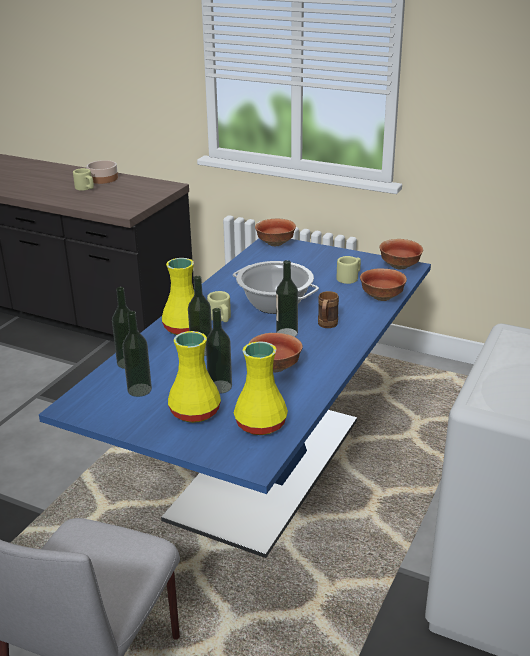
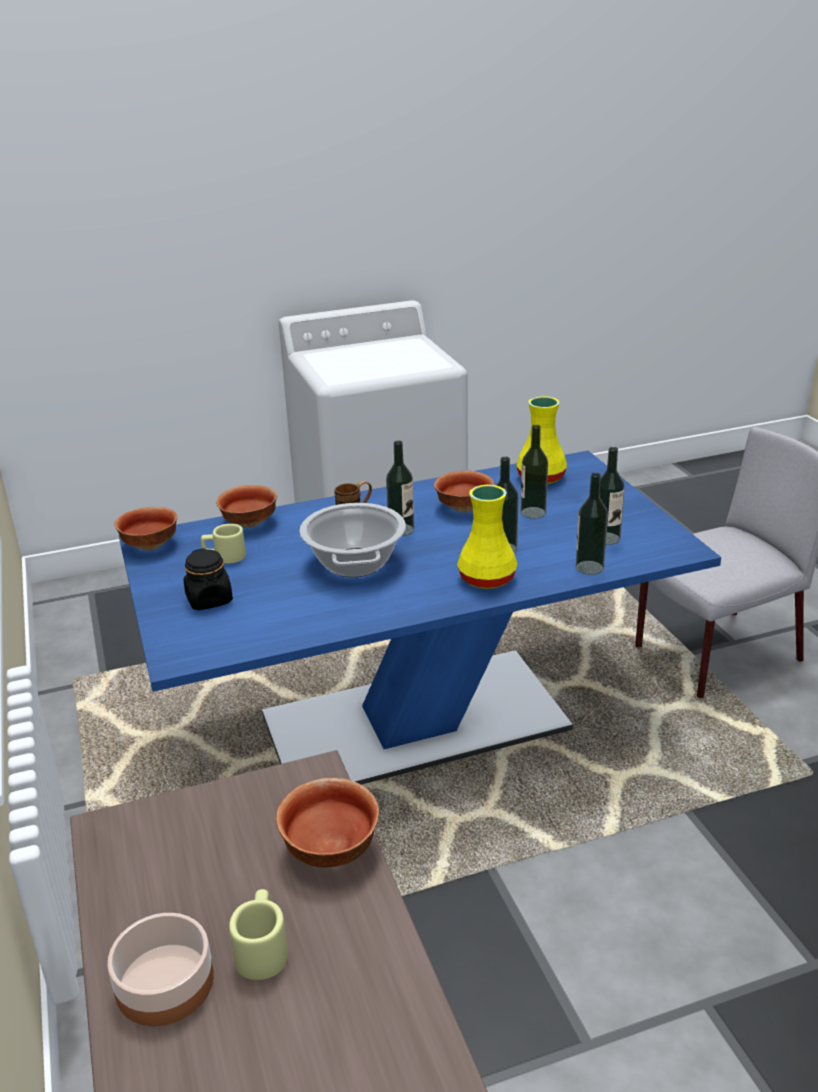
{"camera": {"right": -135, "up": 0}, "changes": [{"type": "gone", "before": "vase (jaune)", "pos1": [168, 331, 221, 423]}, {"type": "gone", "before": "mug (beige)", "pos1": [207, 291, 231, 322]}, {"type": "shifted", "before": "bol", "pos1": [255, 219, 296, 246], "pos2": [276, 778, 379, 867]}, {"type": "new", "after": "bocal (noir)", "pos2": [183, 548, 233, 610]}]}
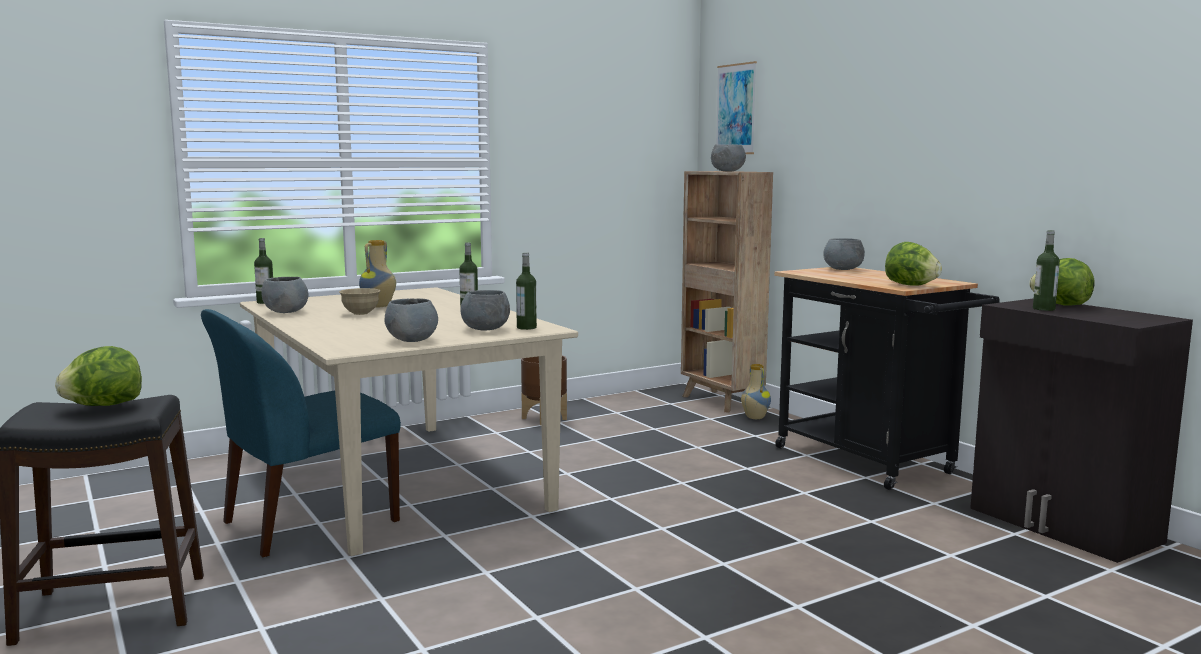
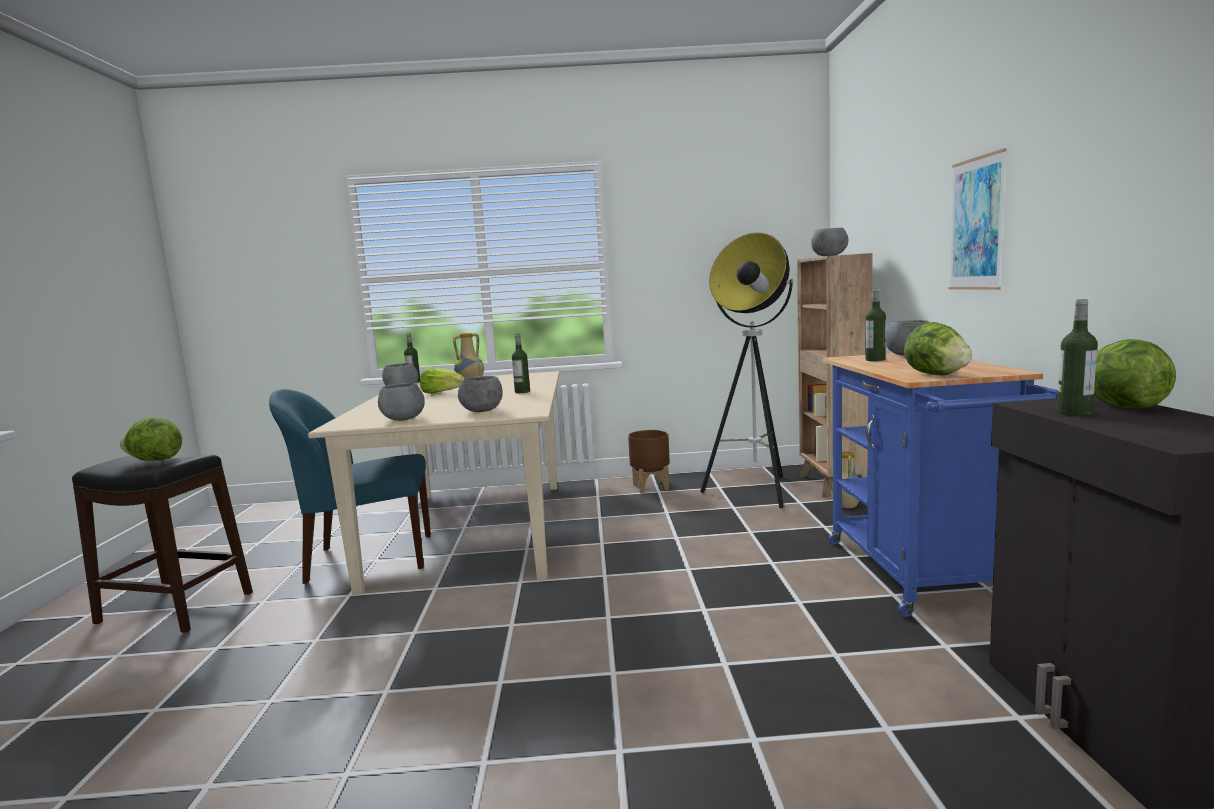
{"camera": {"right": 30, "up": 0}, "changes": [{"type": "swapped", "before": "bol (beige)", "after": "laitue", "pos1": [339, 288, 381, 315], "pos2": [420, 367, 465, 394]}, {"type": "shifted", "before": "bouteille", "pos1": [516, 252, 537, 330], "pos2": [865, 288, 886, 361]}, {"type": "shifted", "before": "tableau", "pos1": [716, 61, 757, 154], "pos2": [949, 148, 1007, 290]}, {"type": "repainted", "before": "chariot (noir)", "after": "chariot (bleu)", "pos1": [774, 267, 1000, 490], "pos2": [823, 353, 1058, 617]}, {"type": "new", "after": "lampadaire", "pos2": [700, 233, 794, 508]}]}
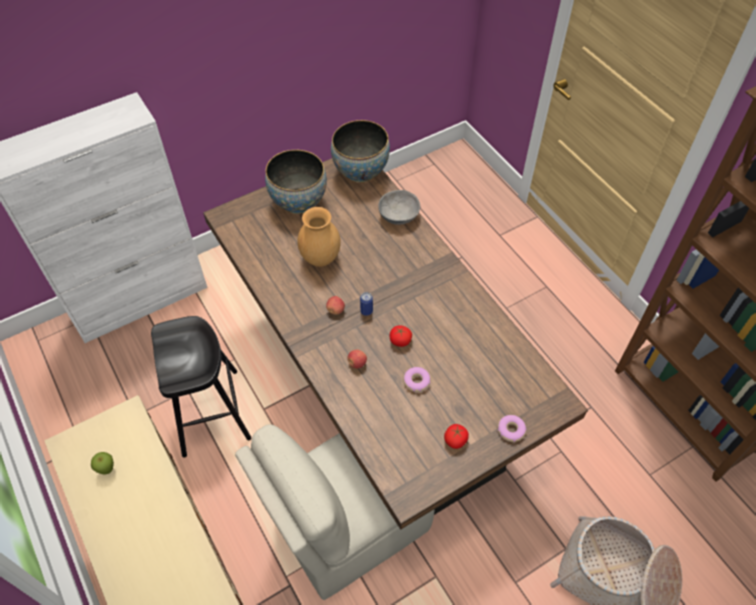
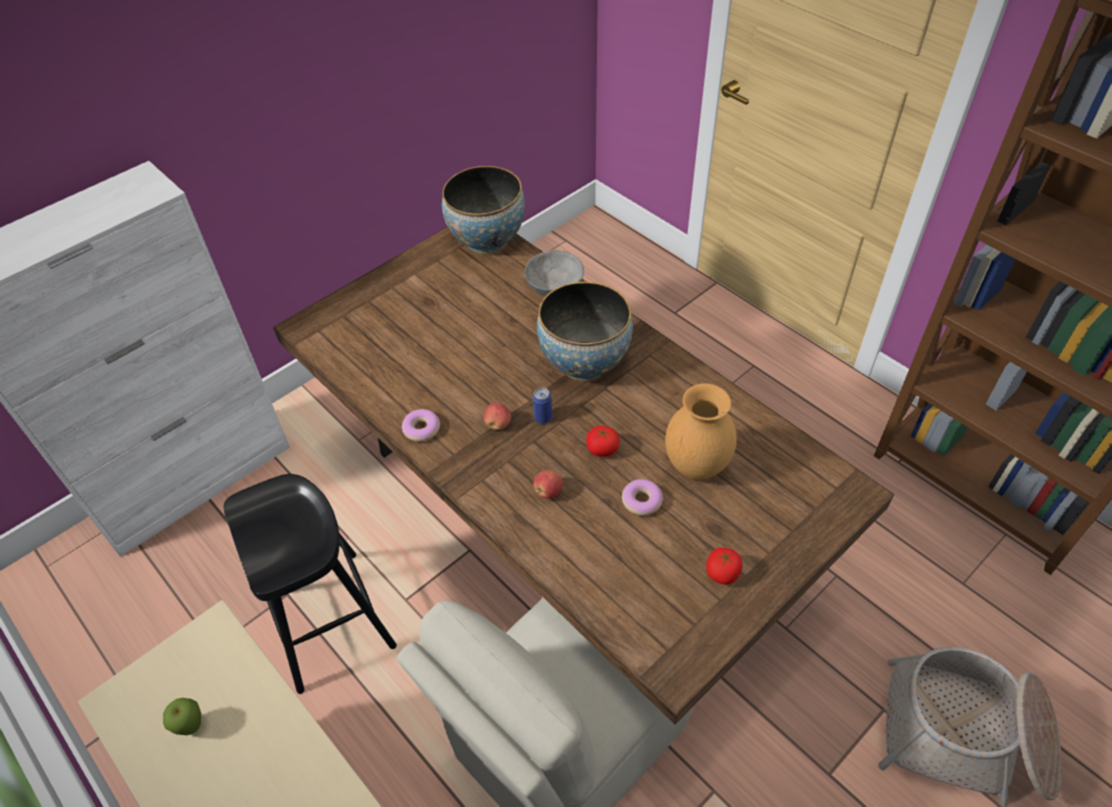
{"camera": {"right": -10, "up": -5}, "changes": [{"type": "shifted", "before": "bol", "pos1": [265, 150, 327, 214], "pos2": [537, 282, 633, 381]}, {"type": "shifted", "before": "vase (marron)", "pos1": [297, 207, 341, 267], "pos2": [665, 383, 737, 480]}, {"type": "shifted", "before": "beignet", "pos1": [497, 415, 527, 442], "pos2": [402, 409, 441, 442]}]}
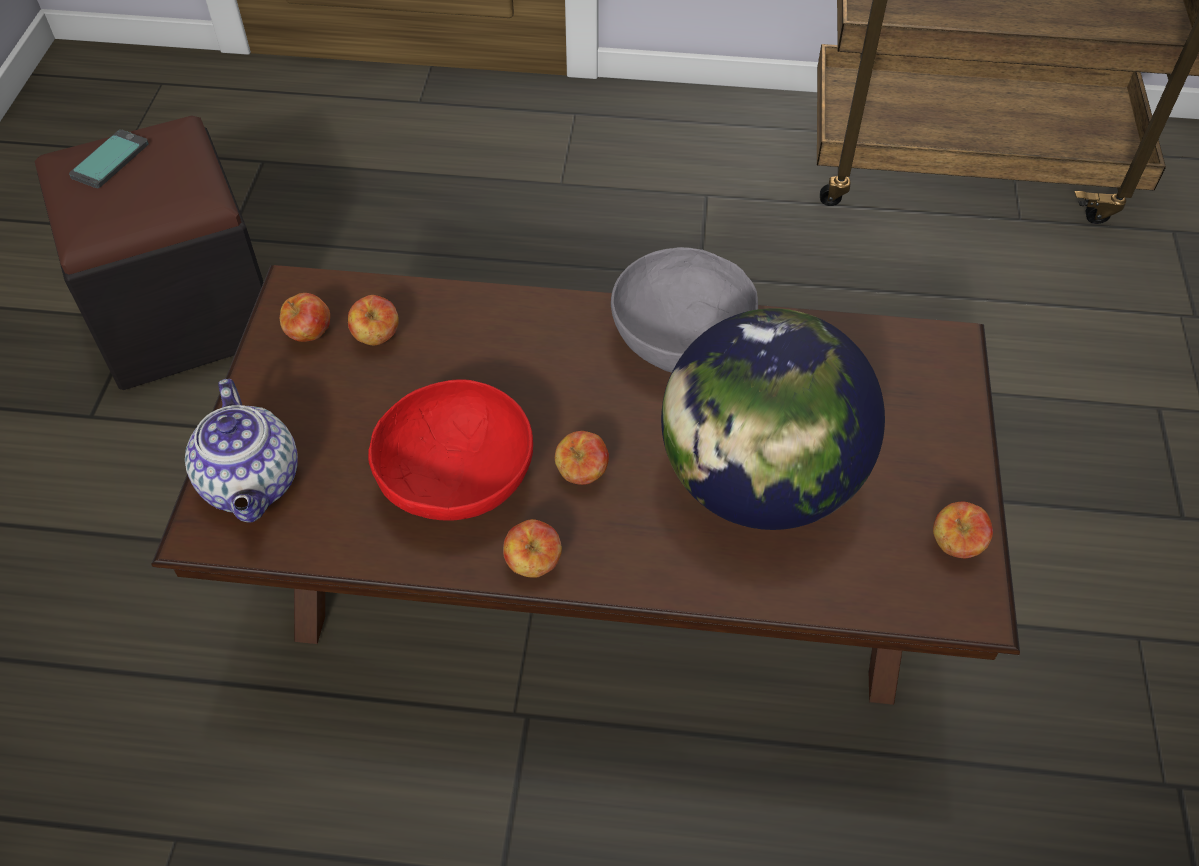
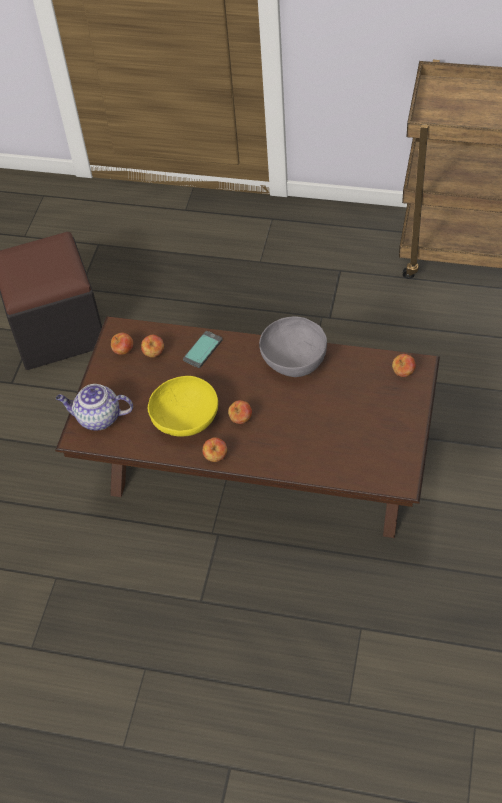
{"camera": {"right": 10, "up": 0}, "changes": [{"type": "shifted", "before": "téléphone", "pos1": [69, 130, 149, 188], "pos2": [183, 331, 222, 368]}, {"type": "rotated", "before": "théière", "pos1": [185, 379, 298, 523], "pos2": [56, 384, 133, 431], "turn": 105}, {"type": "repainted", "before": "bol (rouge)", "after": "bol (jaune)", "pos1": [368, 379, 533, 521], "pos2": [148, 376, 218, 437]}, {"type": "gone", "before": "globe", "pos1": [661, 308, 885, 530]}, {"type": "shifted", "before": "pomme", "pos1": [933, 502, 993, 559], "pos2": [392, 354, 416, 377]}]}
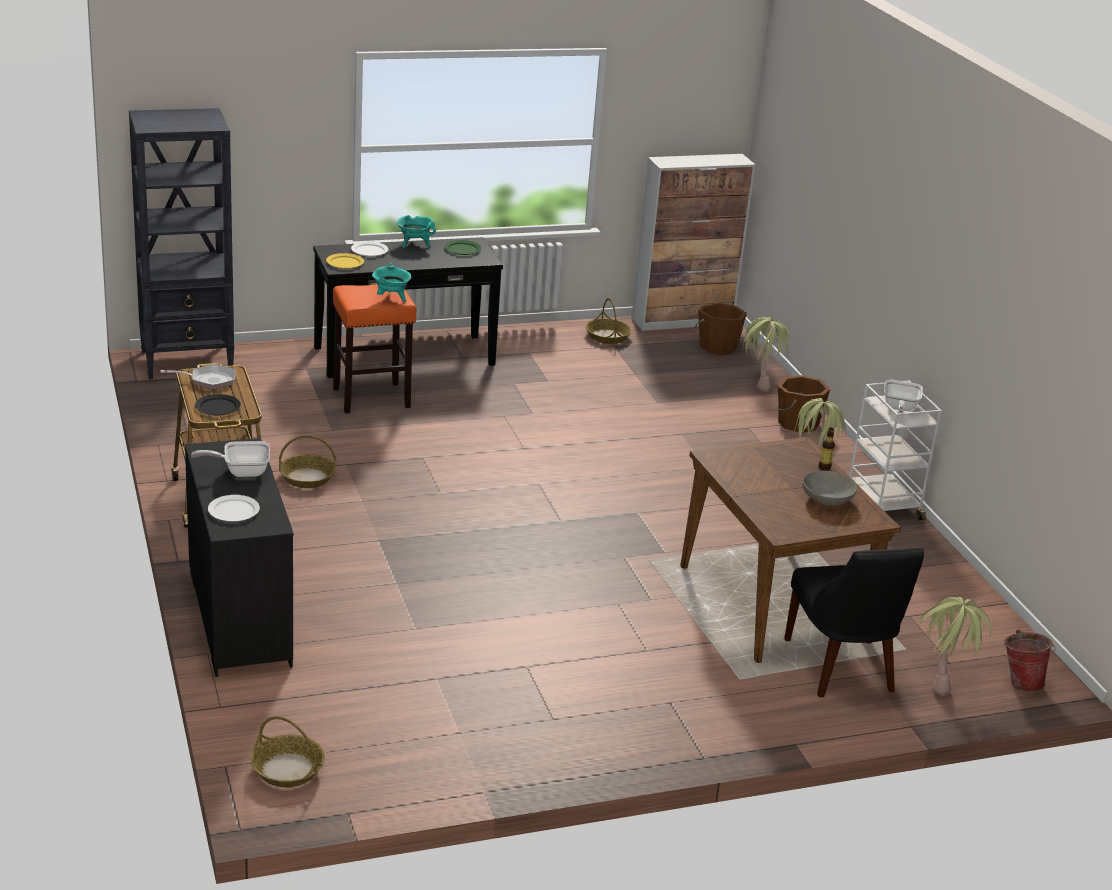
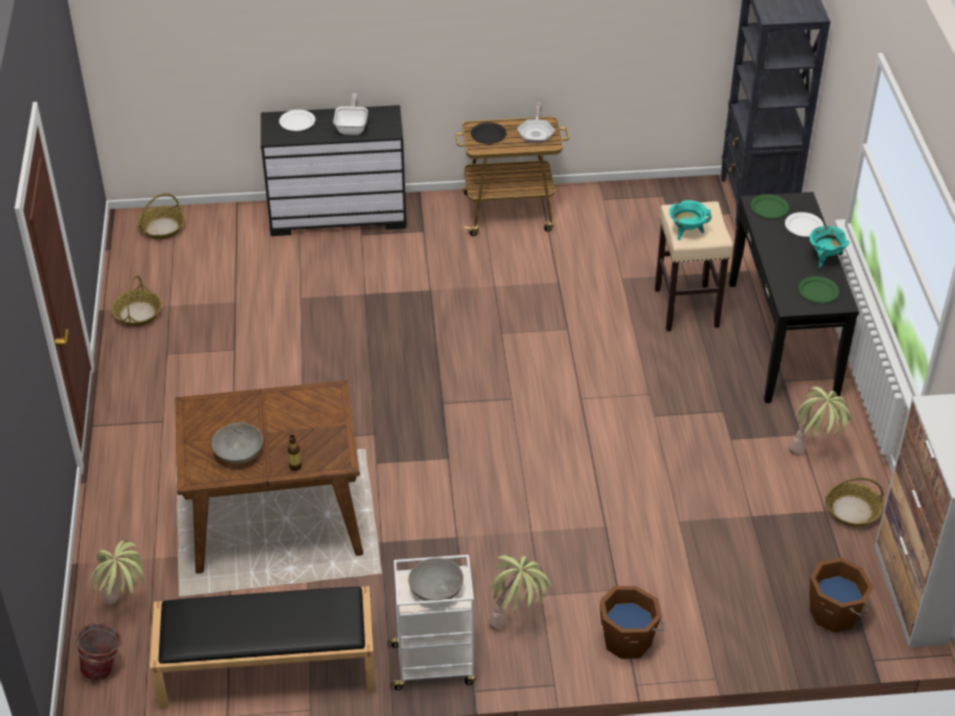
{"camera": {"right": 105, "up": 15}, "changes": [{"type": "shifted", "before": "panier", "pos1": [279, 435, 336, 488], "pos2": [111, 275, 162, 326]}, {"type": "repainted", "before": "assiette (jaune)", "after": "assiette (vert)", "pos1": [326, 253, 364, 269], "pos2": [751, 194, 789, 218]}, {"type": "repainted", "before": "tabouret (orange)", "after": "tabouret (beige)", "pos1": [333, 284, 416, 414], "pos2": [655, 201, 733, 331]}, {"type": "shifted", "before": "plante en pot", "pos1": [741, 317, 790, 392], "pos2": [788, 387, 852, 454]}, {"type": "gone", "before": "chaise (noir)", "pos1": [784, 548, 924, 697]}, {"type": "swapped", "before": "poêle", "after": "bol (gris)", "pos1": [884, 379, 923, 413], "pos2": [408, 558, 464, 601]}, {"type": "new", "after": "banc (noir)", "pos2": [150, 586, 376, 709]}]}
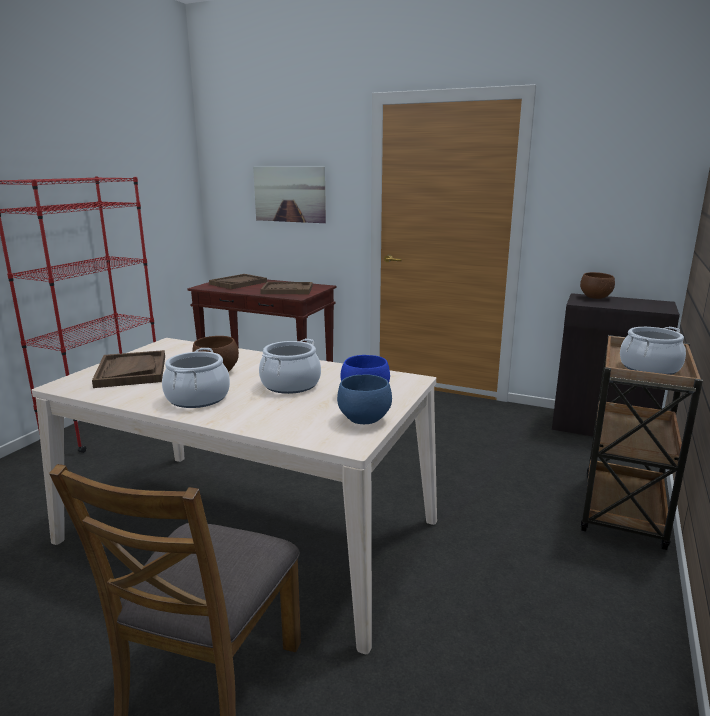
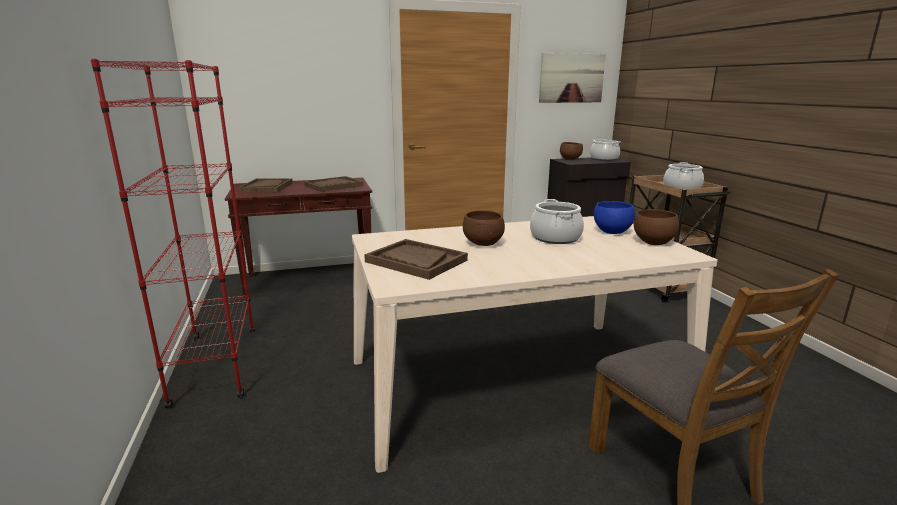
{"camera": {"right": -40, "up": 0}, "changes": [{"type": "shifted", "before": "marmite", "pos1": [162, 348, 230, 408], "pos2": [590, 139, 620, 161]}, {"type": "shifted", "before": "tableau", "pos1": [253, 167, 326, 223], "pos2": [539, 53, 606, 103]}, {"type": "repainted", "before": "bol (bleu)", "after": "bol (marron)", "pos1": [337, 374, 392, 424], "pos2": [634, 209, 679, 245]}]}
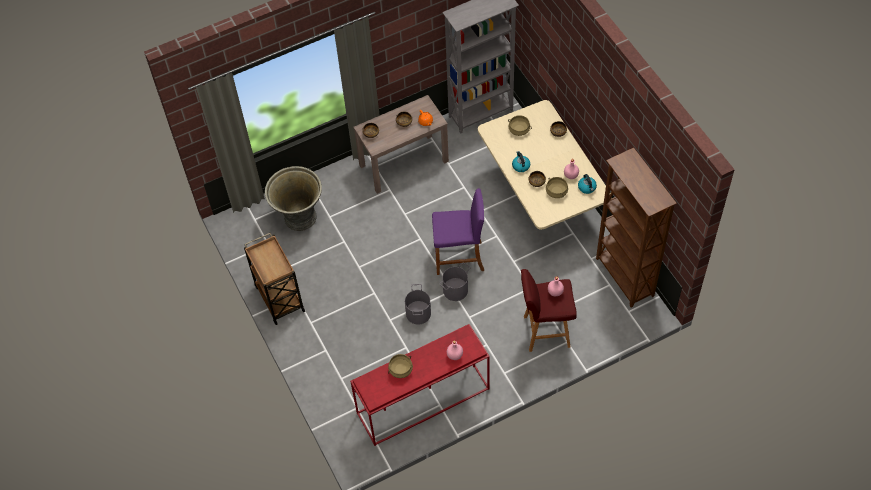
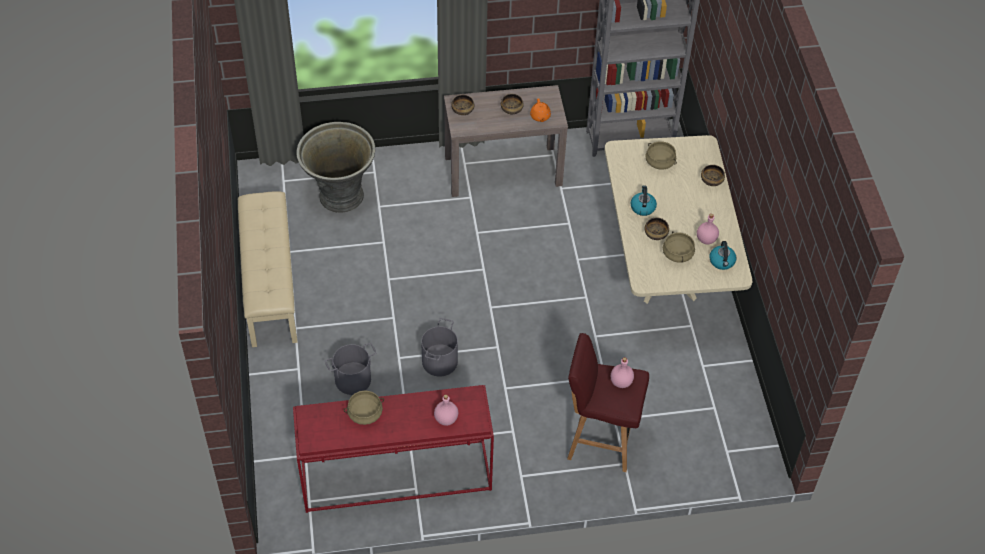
{"camera": {"right": 15, "up": -5}, "changes": [{"type": "swapped", "before": "chariot (marron)", "after": "banc (beige)", "pos1": [244, 233, 305, 325], "pos2": [238, 191, 298, 347]}, {"type": "gone", "before": "tabouret (violet)", "pos1": [432, 188, 484, 275]}, {"type": "shifted", "before": "seau (gris)", "pos1": [440, 262, 470, 301], "pos2": [325, 343, 376, 395]}, {"type": "gone", "before": "bibliothèque (marron)", "pos1": [596, 148, 677, 308]}]}
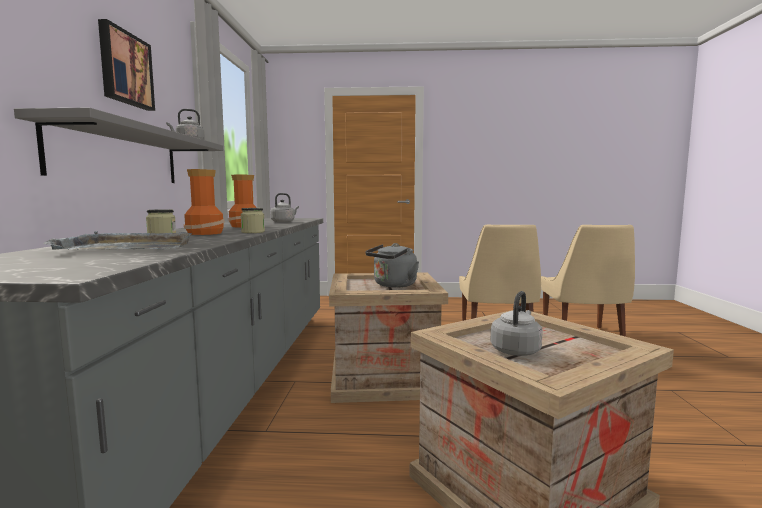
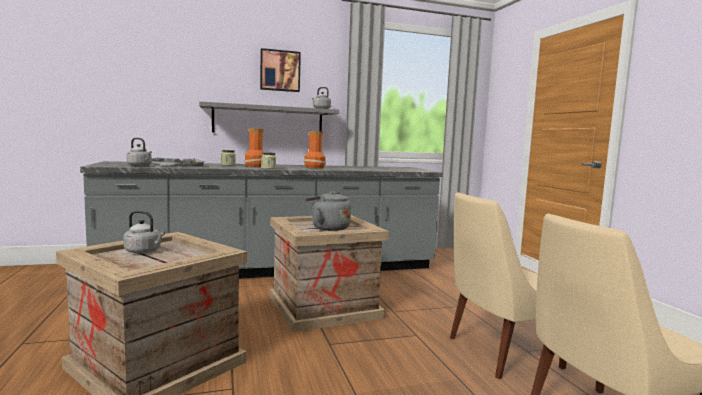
{"camera": {"right": 70, "up": 0}, "changes": [{"type": "shifted", "before": "bouilloire (gris)", "pos1": [270, 193, 299, 223], "pos2": [126, 138, 152, 166]}]}
